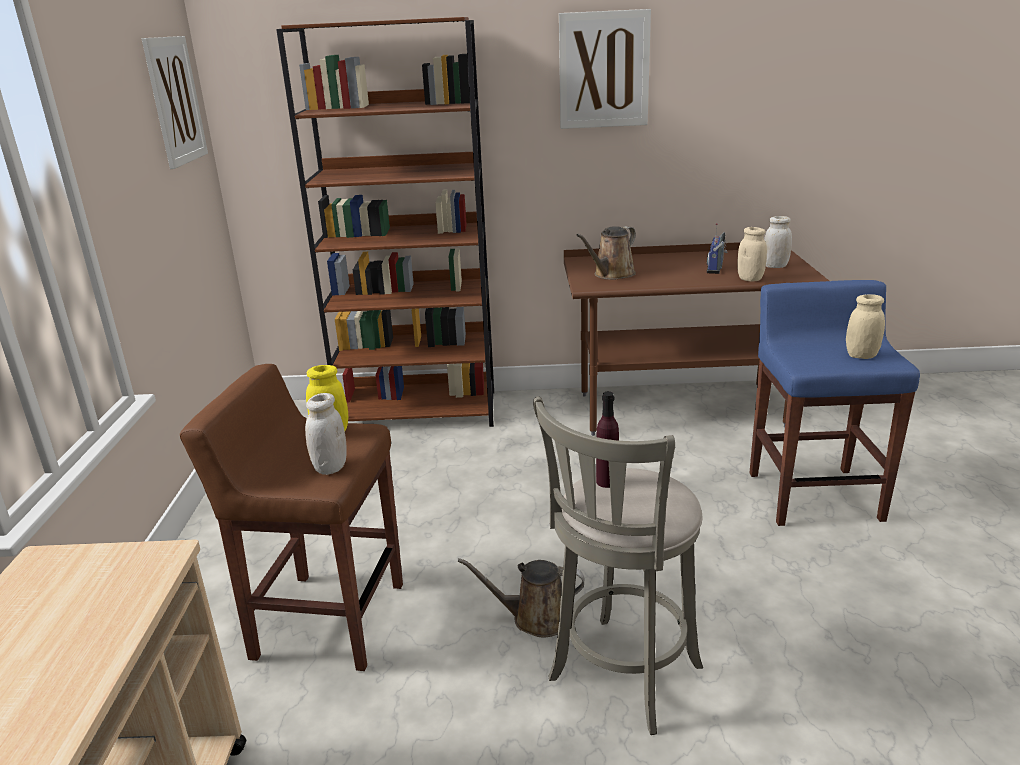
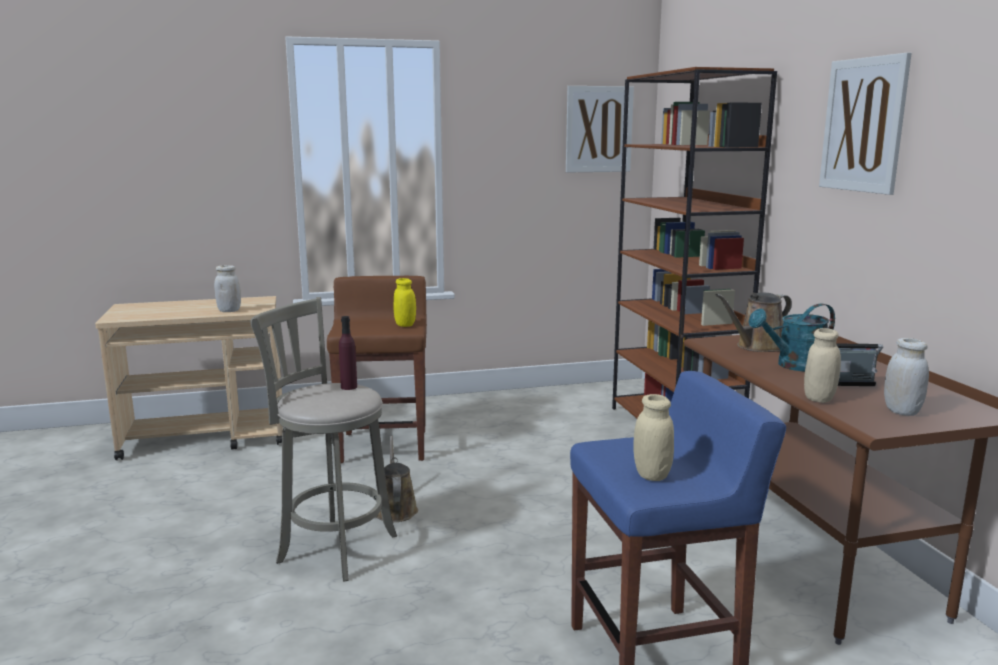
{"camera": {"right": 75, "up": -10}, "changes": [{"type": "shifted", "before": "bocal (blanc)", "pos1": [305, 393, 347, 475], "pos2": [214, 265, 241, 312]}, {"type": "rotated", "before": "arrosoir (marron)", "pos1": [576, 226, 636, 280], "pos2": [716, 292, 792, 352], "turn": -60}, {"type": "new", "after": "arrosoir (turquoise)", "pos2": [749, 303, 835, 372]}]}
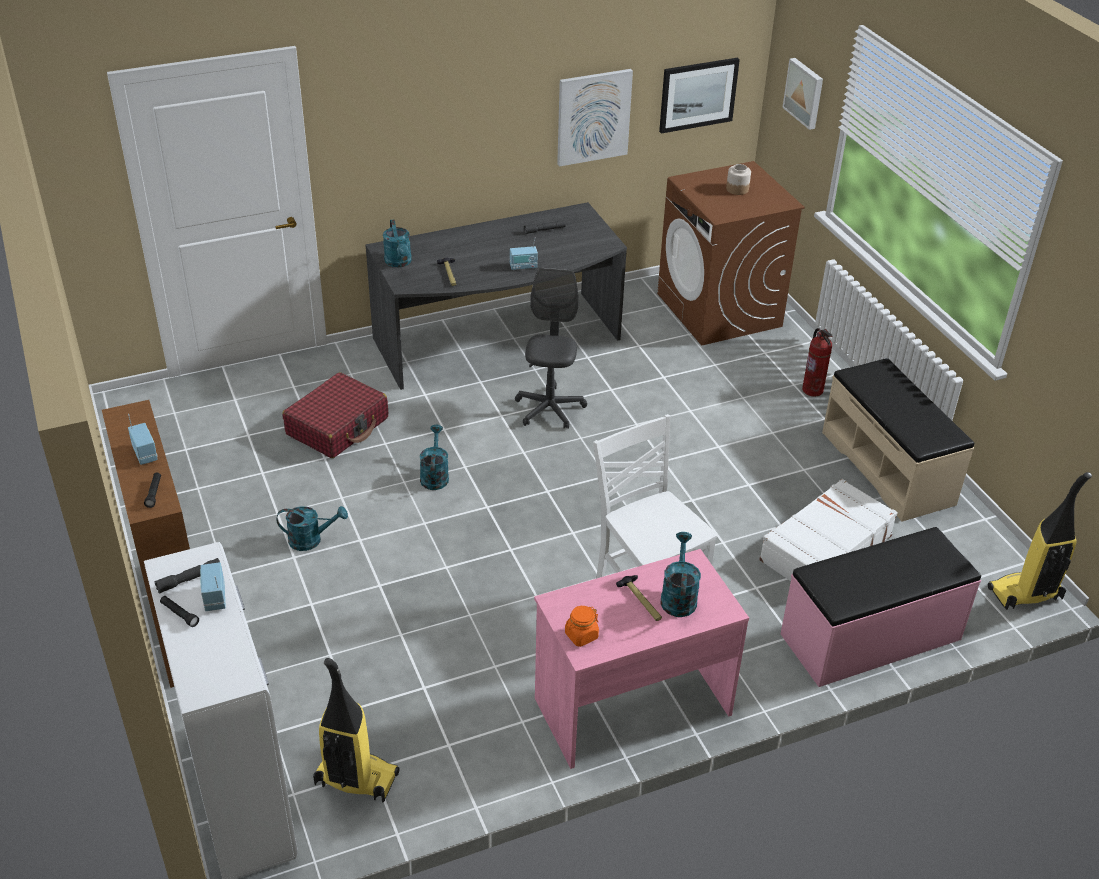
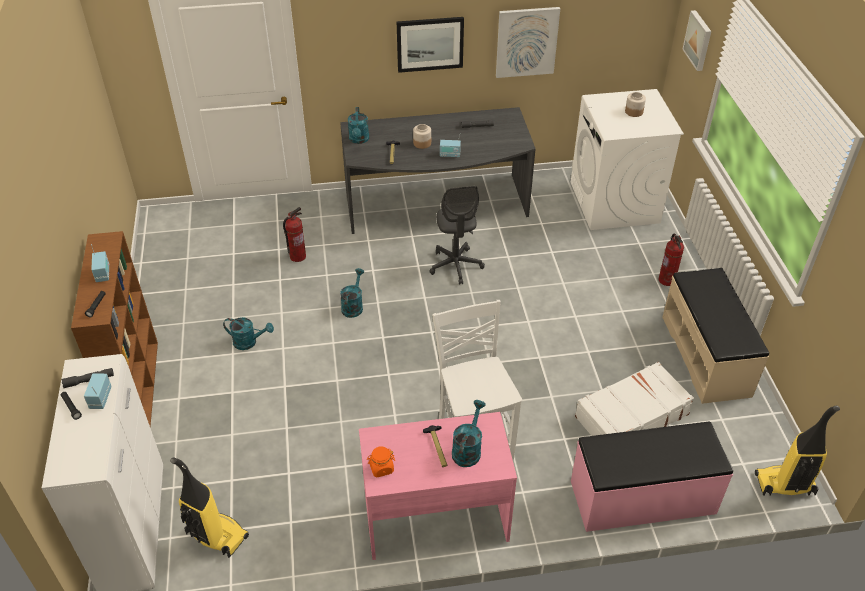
{"camera": {"right": 15, "up": 5}, "changes": [{"type": "swapped", "before": "valise (rouge)", "after": "extincteur", "pos1": [282, 372, 388, 458], "pos2": [283, 207, 306, 262]}, {"type": "rotated", "before": "chaise de bureau (gris)", "pos1": [515, 267, 587, 429], "pos2": [429, 186, 485, 285], "turn": 150}, {"type": "repainted", "before": "lave-linge (marron)", "after": "lave-linge (blanc)", "pos1": [657, 161, 805, 345], "pos2": [570, 89, 684, 230]}, {"type": "shifted", "before": "tableau", "pos1": [659, 58, 740, 134], "pos2": [397, 17, 464, 73]}, {"type": "new", "after": "bocal", "pos2": [413, 124, 431, 149]}]}
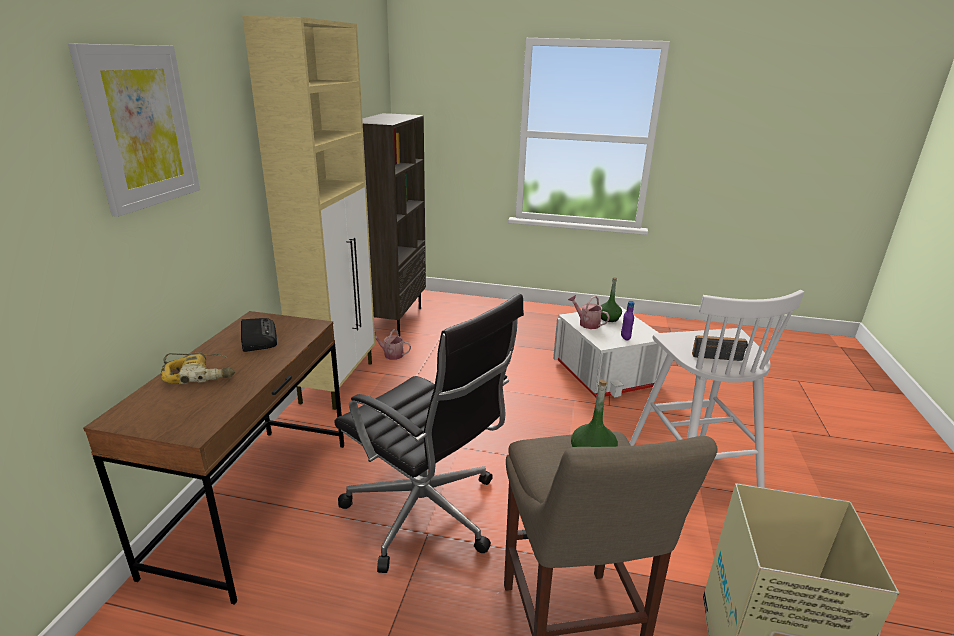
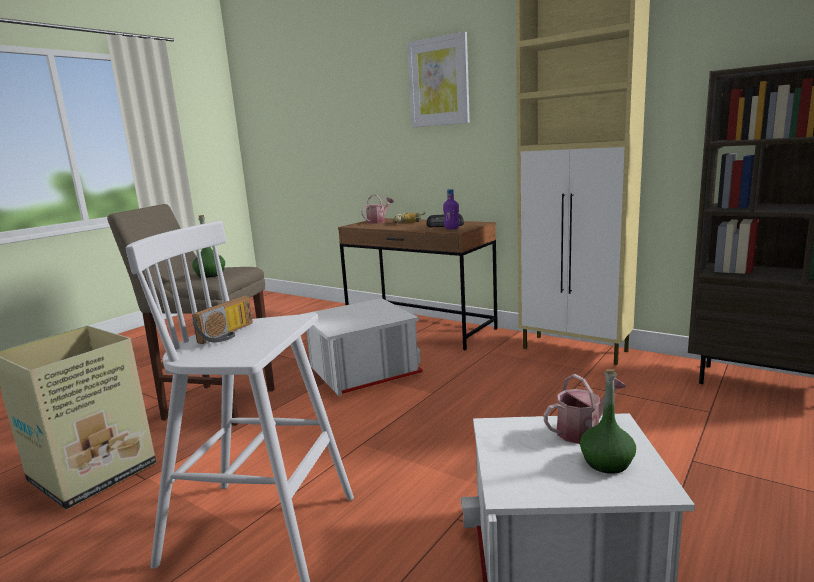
{"camera": {"right": 115, "up": -10}, "changes": [{"type": "swapped", "before": "chaise de bureau (noir)", "after": "boîte de rangement (blanc)", "pos1": [334, 294, 524, 573], "pos2": [304, 298, 423, 396]}, {"type": "shifted", "before": "arrosoir", "pos1": [375, 329, 411, 360], "pos2": [361, 195, 394, 224]}, {"type": "shifted", "before": "bouteille (violet)", "pos1": [621, 301, 634, 341], "pos2": [443, 189, 460, 229]}]}
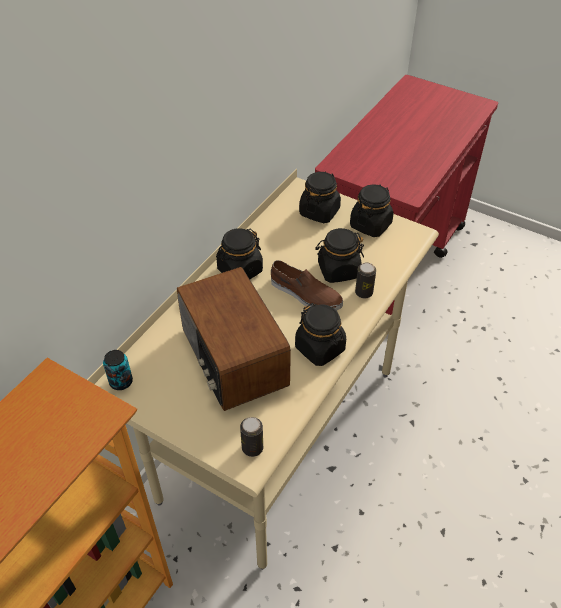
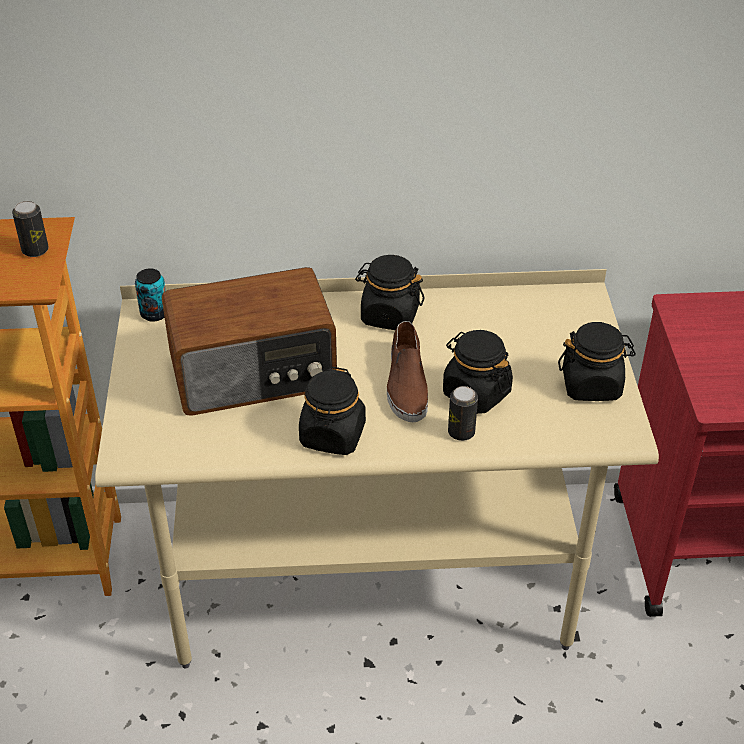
{"camera": {"right": 55, "up": -5}, "changes": [{"type": "rotated", "before": "radio", "pos1": [177, 267, 291, 411], "pos2": [161, 267, 337, 416], "turn": -135}, {"type": "shifted", "before": "boîte métallique", "pos1": [240, 417, 263, 457], "pos2": [12, 201, 49, 257]}, {"type": "gone", "before": "bocal (noir)", "pos1": [299, 171, 341, 223]}]}
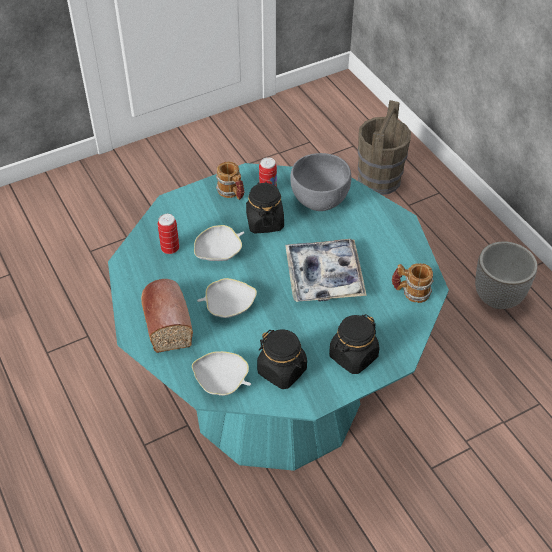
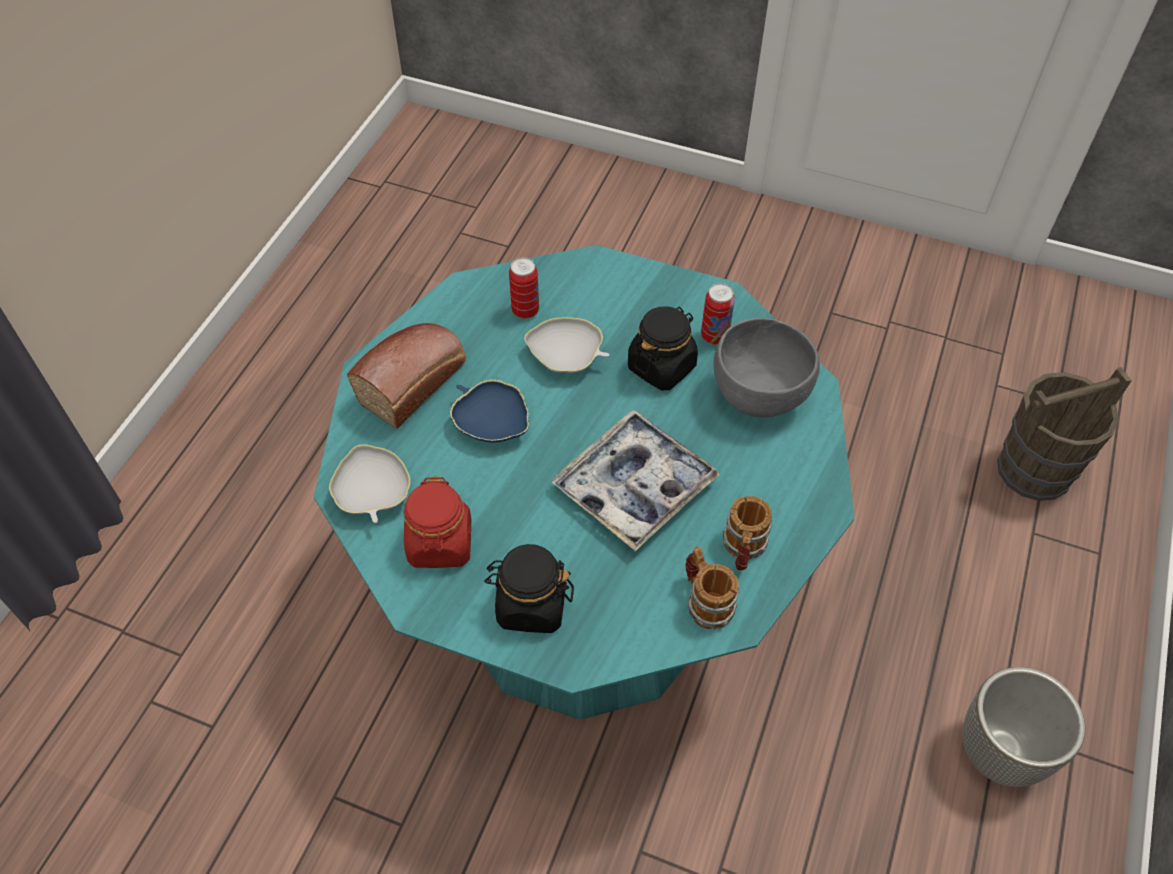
{"camera": {"right": 50, "up": 5}, "changes": [{"type": "repainted", "before": "bol (blanc)", "after": "bol (bleu)", "pos1": [197, 278, 257, 318], "pos2": [450, 379, 529, 442]}, {"type": "shifted", "before": "mug", "pos1": [216, 161, 244, 200], "pos2": [723, 496, 772, 571]}, {"type": "repainted", "before": "bocal (noir)", "after": "bocal (rouge)", "pos1": [257, 329, 307, 389], "pos2": [404, 476, 471, 568]}]}
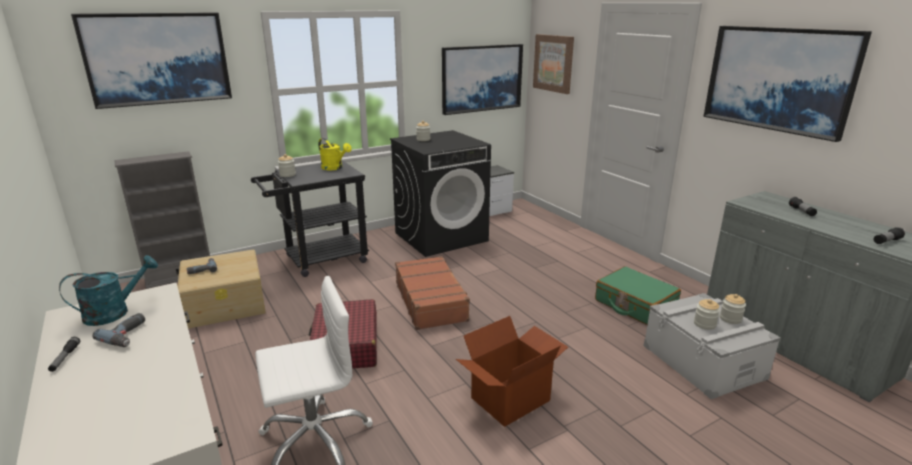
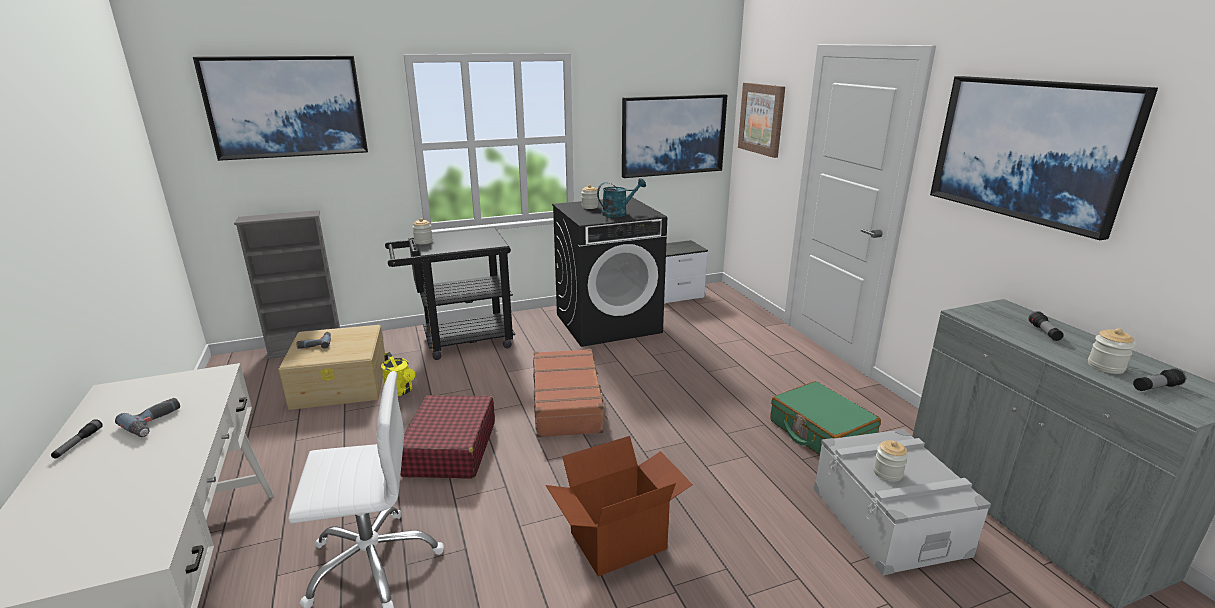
{"camera": {"right": 10, "up": 0}, "changes": [{"type": "shifted", "before": "arrosoir (turquoise)", "pos1": [59, 255, 158, 326], "pos2": [597, 178, 646, 217]}, {"type": "shifted", "before": "arrosoir (jaune)", "pos1": [318, 138, 352, 170], "pos2": [381, 352, 415, 396]}, {"type": "shifted", "before": "bocal", "pos1": [720, 294, 746, 324], "pos2": [1088, 328, 1135, 374]}]}
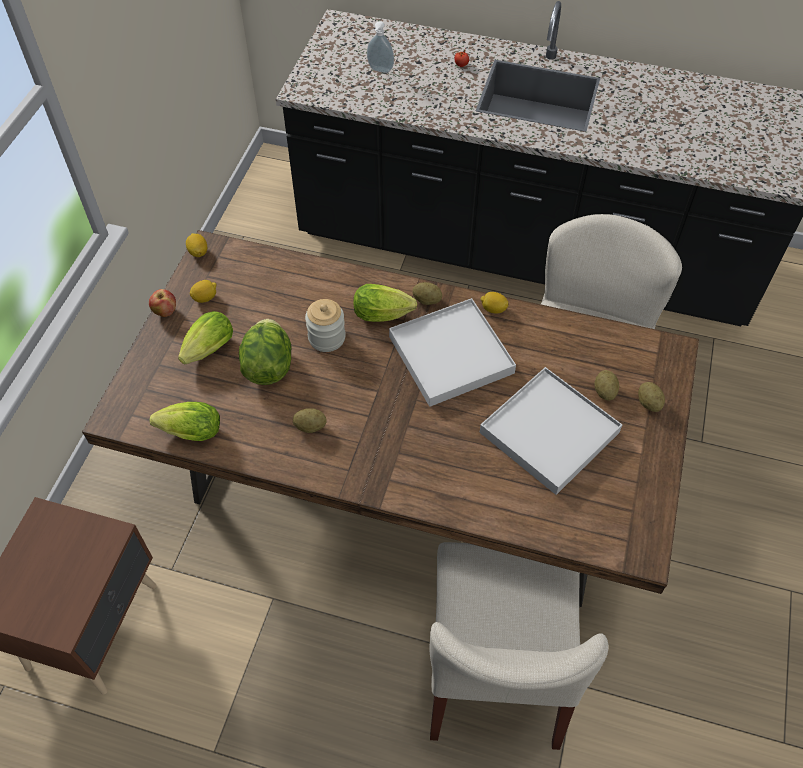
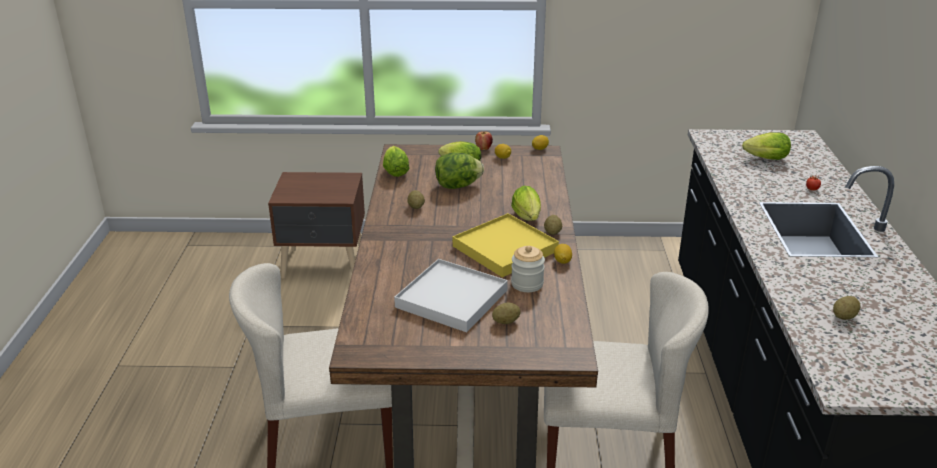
{"camera": {"right": 75, "up": -25}, "changes": [{"type": "shifted", "before": "bocal", "pos1": [305, 299, 346, 352], "pos2": [511, 246, 545, 292]}, {"type": "swapped", "before": "distributeur de savon", "after": "laitue", "pos1": [367, 21, 394, 73], "pos2": [742, 132, 791, 160]}, {"type": "repainted", "before": "plateau (blanc)", "after": "plateau (jaune)", "pos1": [389, 298, 516, 407], "pos2": [453, 213, 559, 277]}, {"type": "shifted", "before": "pomme de terre", "pos1": [638, 382, 665, 412], "pos2": [833, 296, 860, 320]}]}
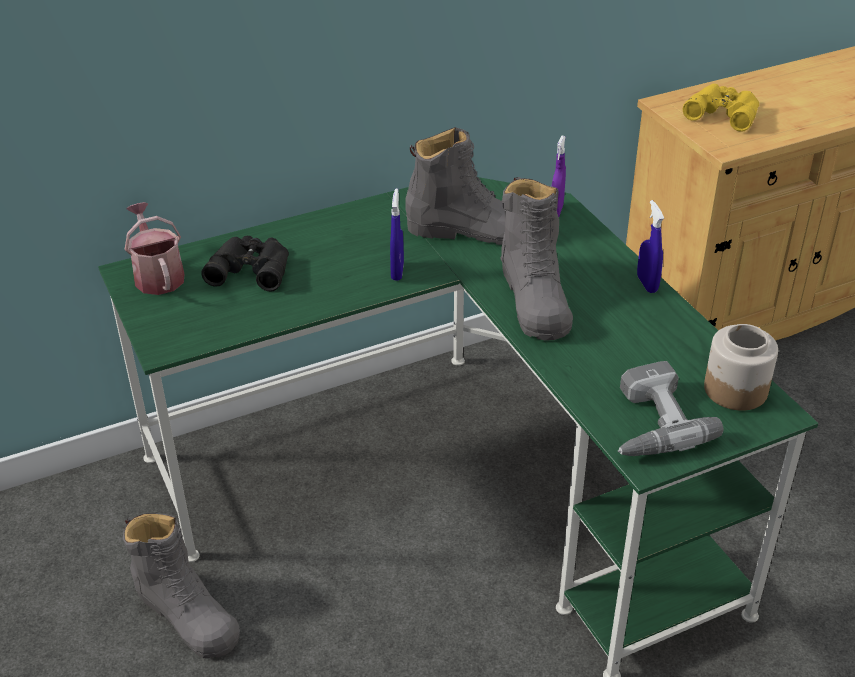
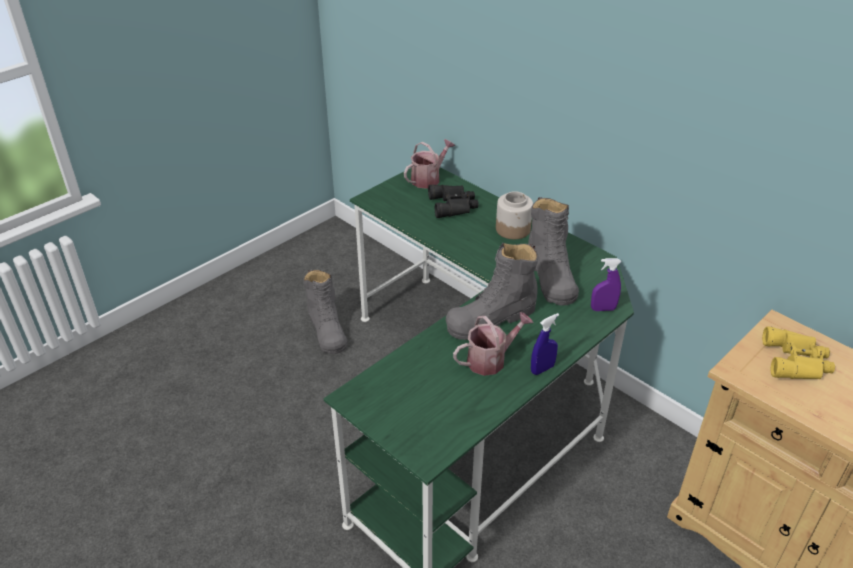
{"camera": {"right": 70, "up": 0}, "changes": [{"type": "rotated", "before": "botte (gris)", "pos1": [123, 513, 240, 659], "pos2": [303, 269, 347, 354], "turn": -45}, {"type": "gone", "before": "vaporisateur (bleu)", "pos1": [390, 189, 404, 281]}, {"type": "gone", "before": "perceuse", "pos1": [618, 361, 723, 456]}, {"type": "shifted", "before": "bocal", "pos1": [704, 324, 778, 411], "pos2": [496, 191, 533, 239]}, {"type": "new", "after": "arrosoir", "pos2": [453, 312, 533, 376]}]}
